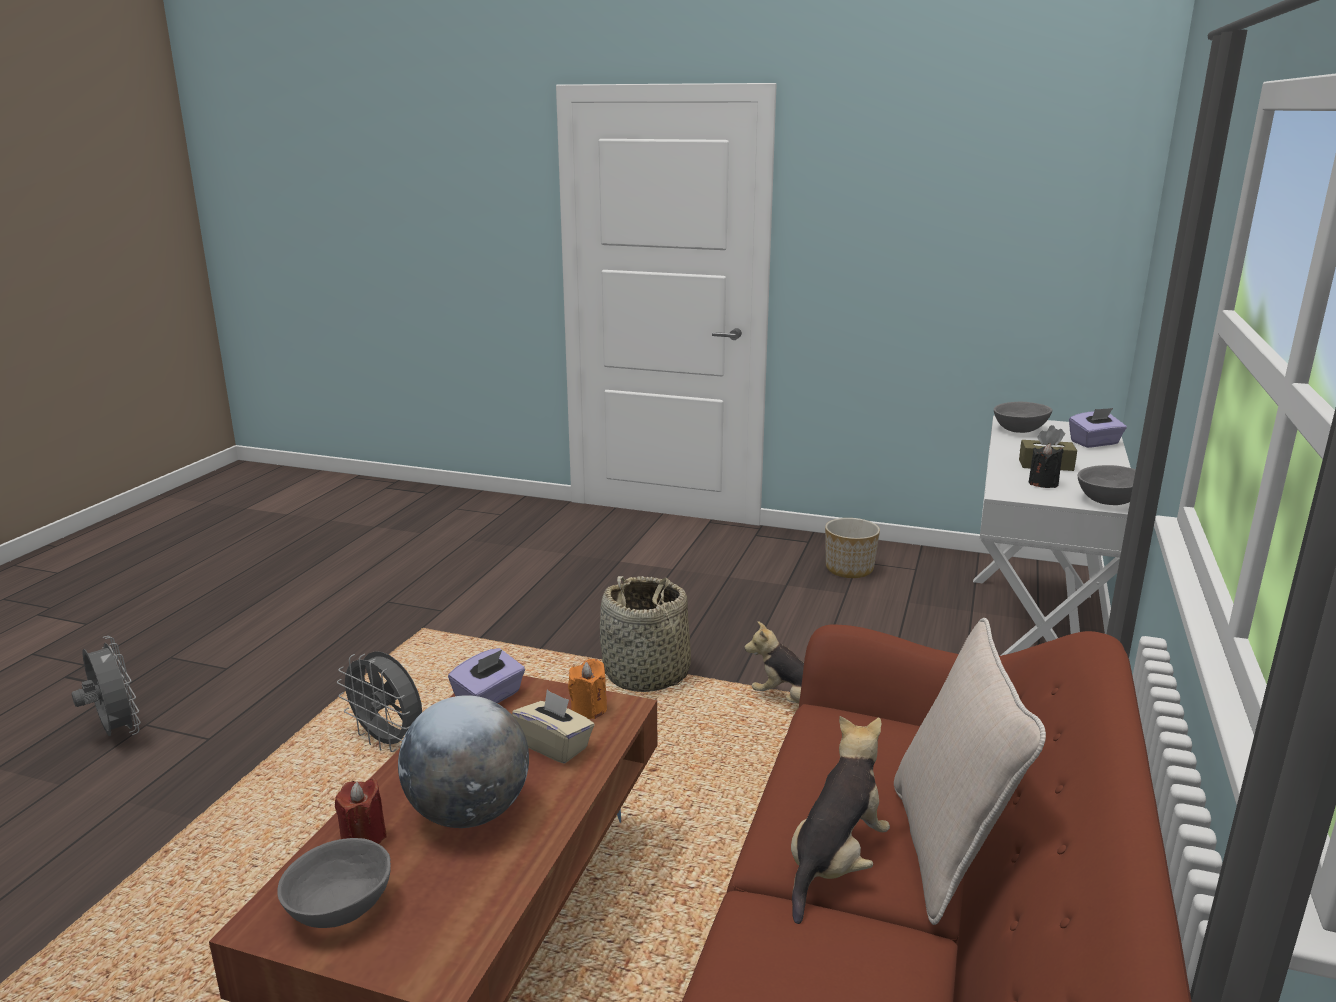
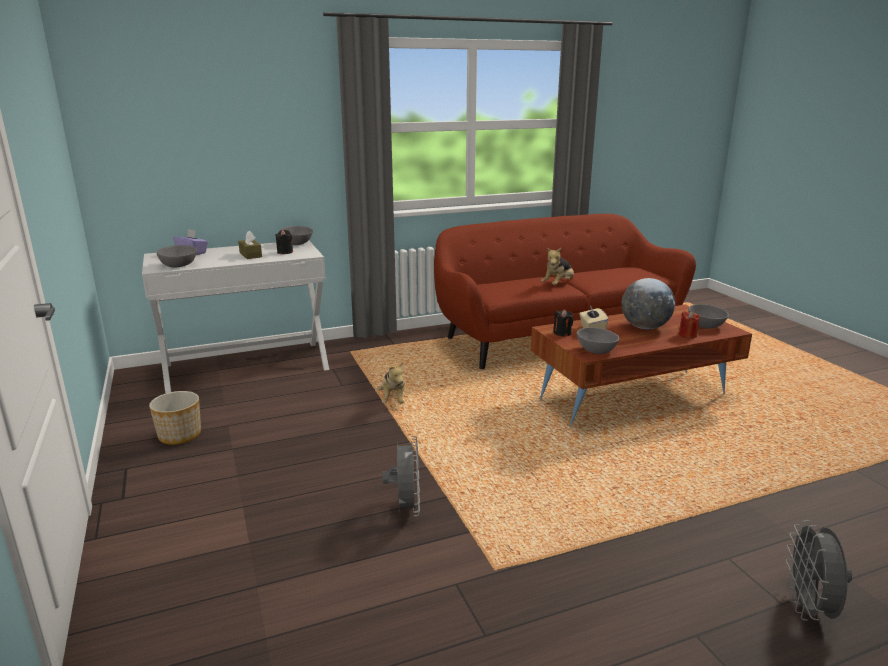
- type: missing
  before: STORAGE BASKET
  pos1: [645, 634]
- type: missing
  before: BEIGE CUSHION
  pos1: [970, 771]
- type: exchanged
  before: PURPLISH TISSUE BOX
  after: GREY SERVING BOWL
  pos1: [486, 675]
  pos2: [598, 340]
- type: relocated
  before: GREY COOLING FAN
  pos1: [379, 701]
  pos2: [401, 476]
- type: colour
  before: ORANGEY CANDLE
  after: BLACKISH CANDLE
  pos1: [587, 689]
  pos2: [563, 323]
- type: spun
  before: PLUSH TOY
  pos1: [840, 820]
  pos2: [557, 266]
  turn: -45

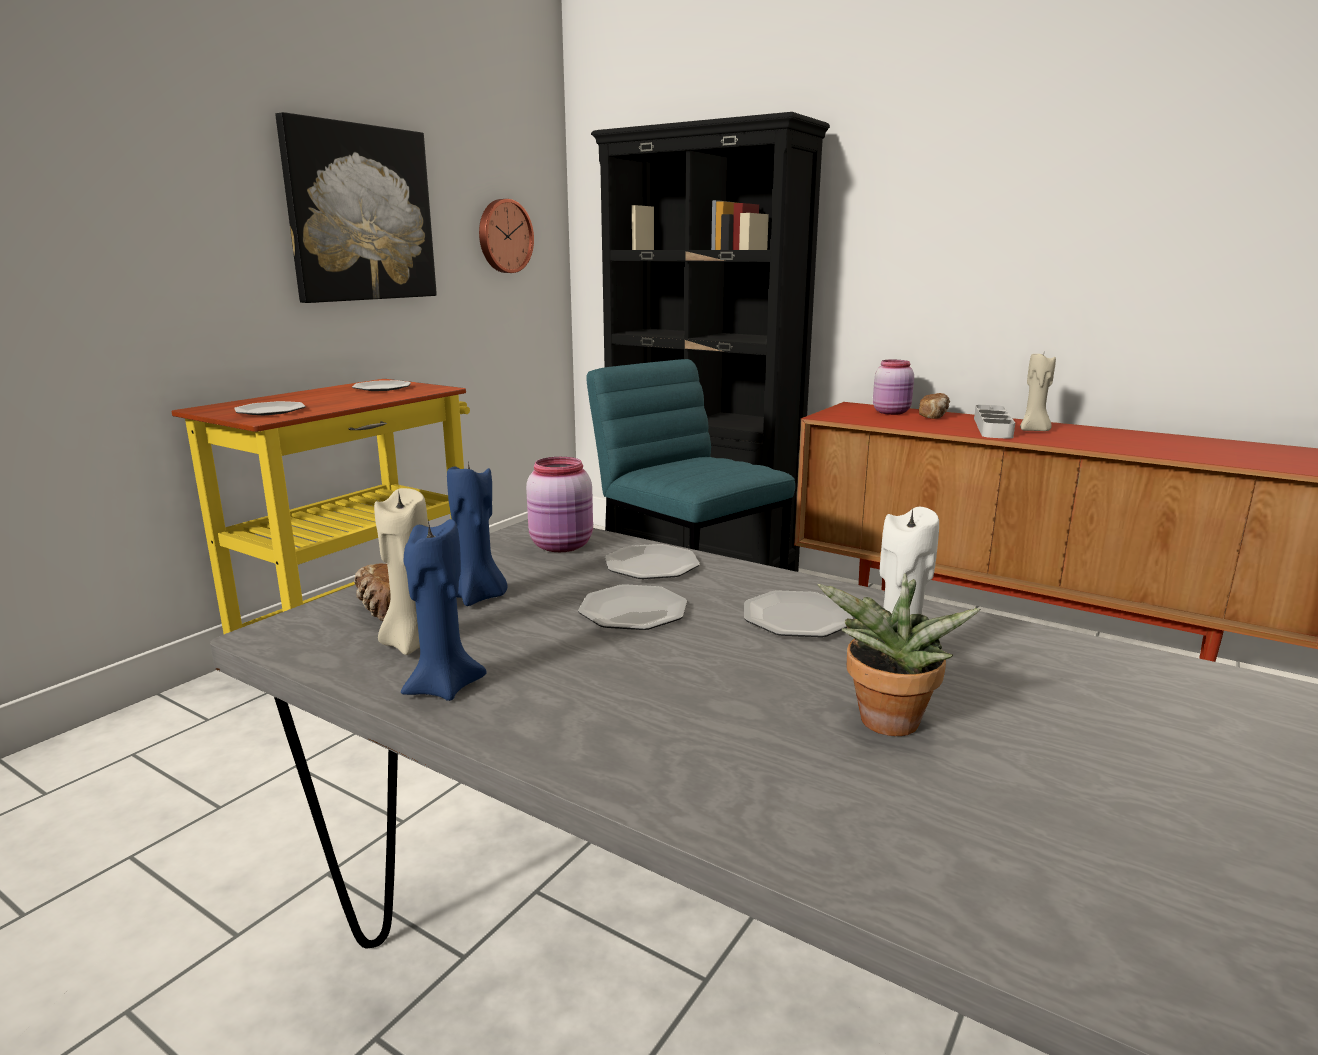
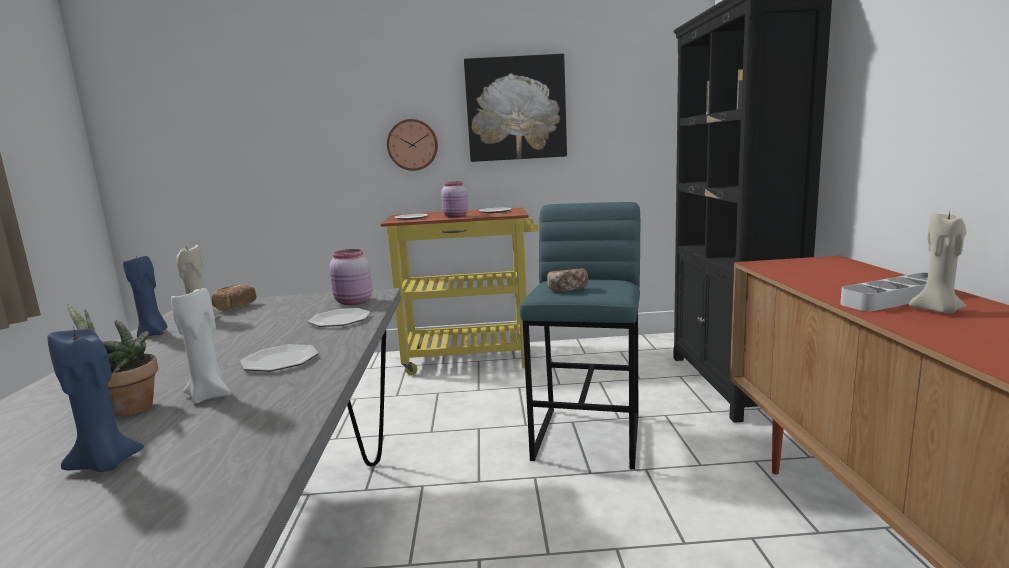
- type: relocated
  before: CLOCK ON THE WALL
  pos1: [506, 236]
  pos2: [412, 145]
- type: relocated
  before: PINKISH JAR
  pos1: [893, 387]
  pos2: [454, 199]
- type: relocated
  before: BAKED BREAD
  pos1: [934, 406]
  pos2: [567, 280]
- type: relocated
  before: BLUE CANDLE
  pos1: [477, 533]
  pos2: [95, 399]
- type: missing
  before: DINNER PLATE
  pos1: [632, 607]

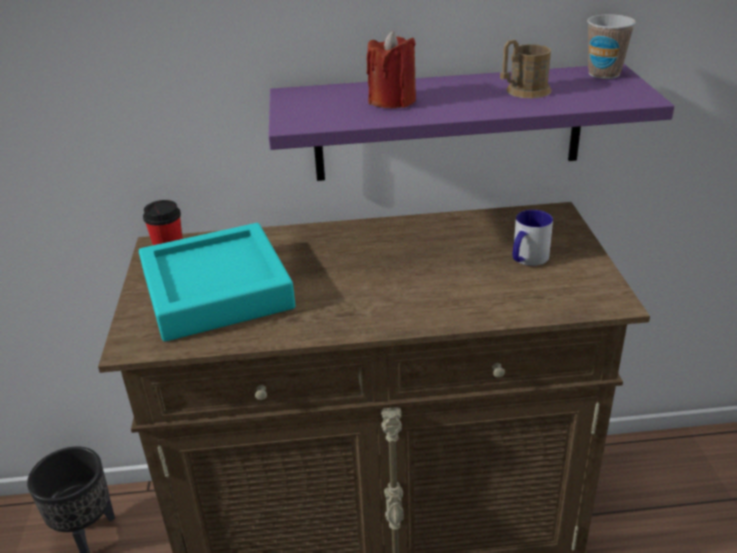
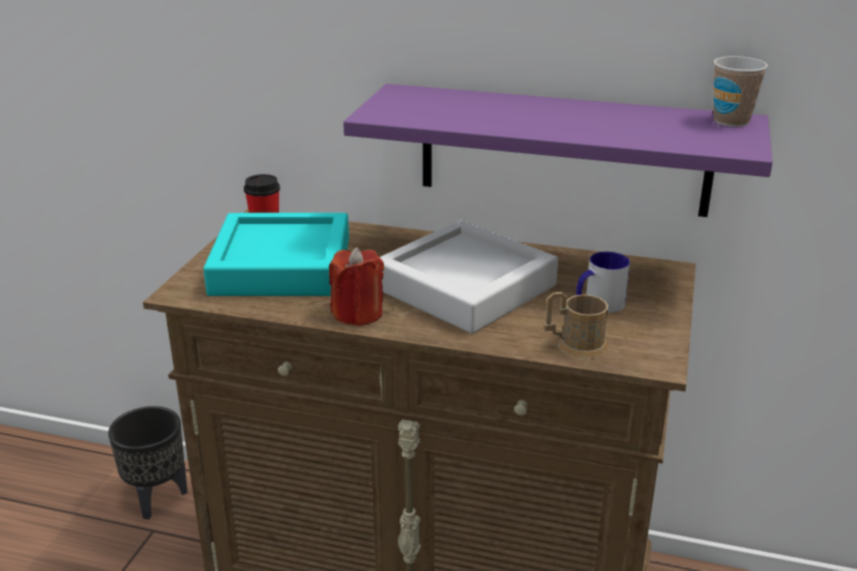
- type: relocated
  before: RED CANDLE
  pos1: [391, 69]
  pos2: [356, 286]
- type: relocated
  before: BROWN TEA MUG
  pos1: [525, 68]
  pos2: [576, 325]
- type: appeared
  after: GREY CARRYING TRAY
  pos2: [469, 277]

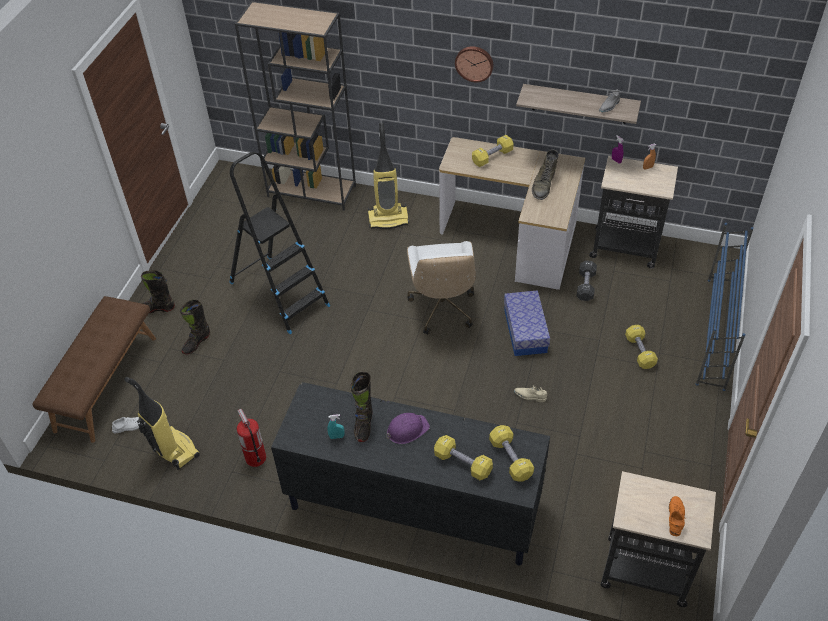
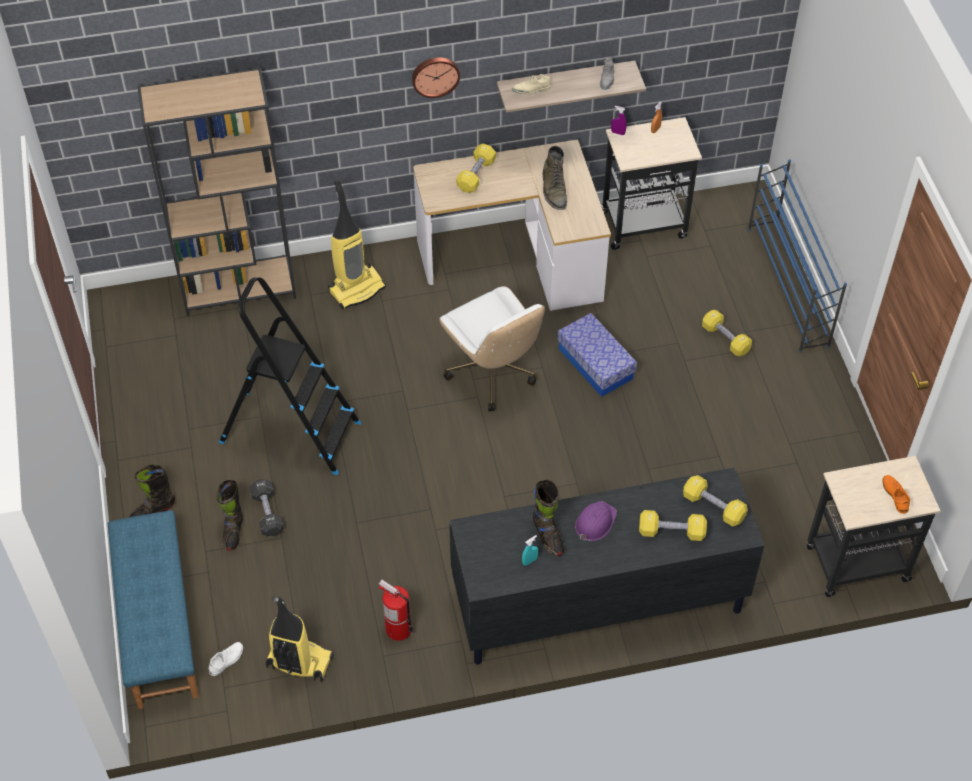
- type: relocated
  before: BLACKISH FREE WEIGHT
  pos1: [587, 281]
  pos2: [267, 508]
- type: colour
  before: BROWN INDOOR BENCH
  after: BLUE INDOOR BENCH
  pos1: [94, 369]
  pos2: [153, 609]
- type: relocated
  before: BEIGE SHOE
  pos1: [530, 394]
  pos2: [531, 84]

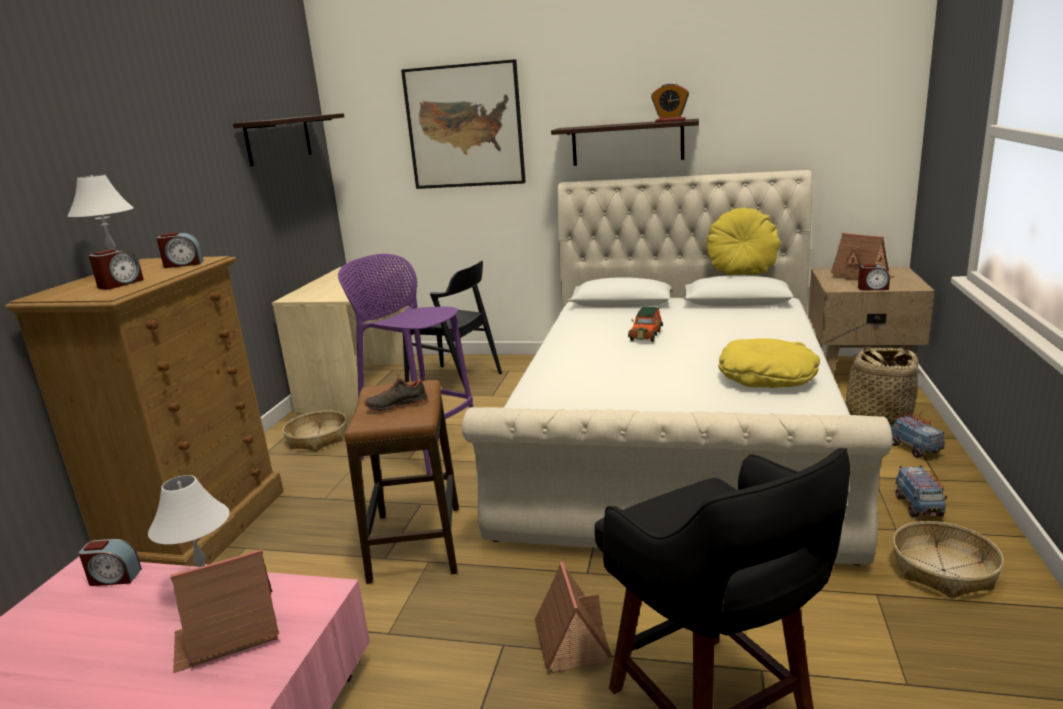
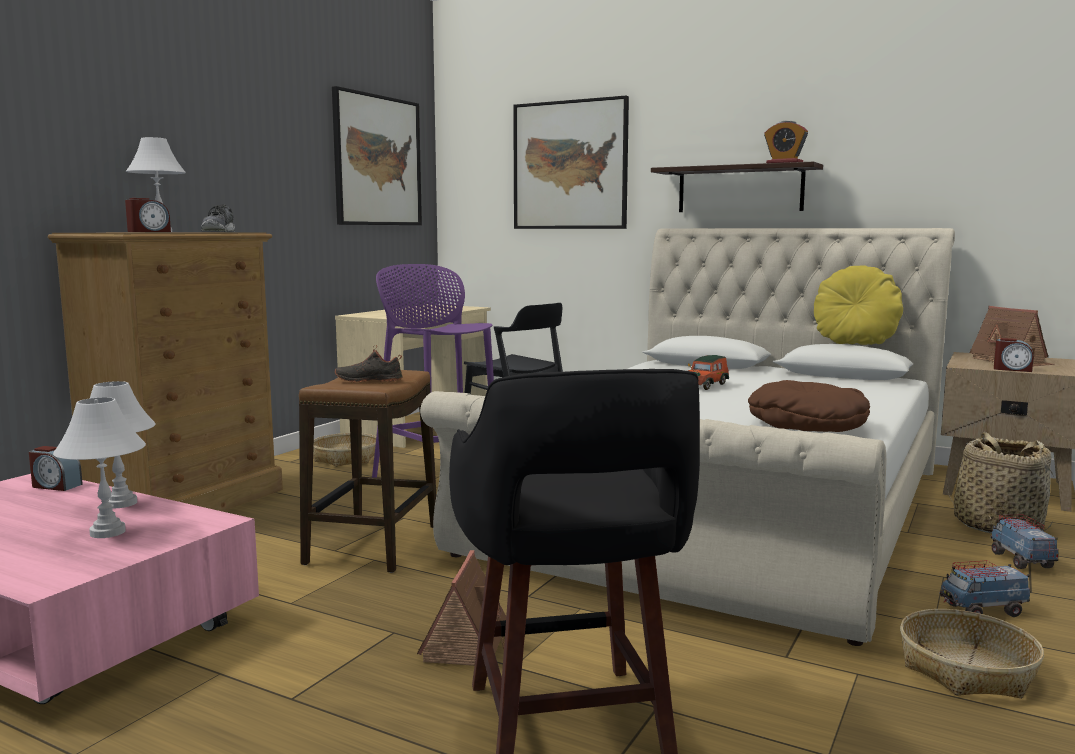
- type: exchanged
  before: SHELF
  after: WALL ART
  pos1: [288, 139]
  pos2: [377, 155]
- type: exchanged
  before: BEDSIDE CLOCK
  after: SHOE
  pos1: [180, 250]
  pos2: [218, 218]
- type: colour
  before: YELLOW-COLOURED CUSHION
  after: BROWN CUSHION
  pos1: [769, 363]
  pos2: [809, 406]
- type: spun
  before: MODEL TRUCK
  pos1: [921, 491]
  pos2: [985, 588]
  turn: 60
- type: exchanged
  before: TOY HOUSE
  after: WHITE-COLOURED TABLE LAMP
  pos1: [224, 611]
  pos2: [99, 467]

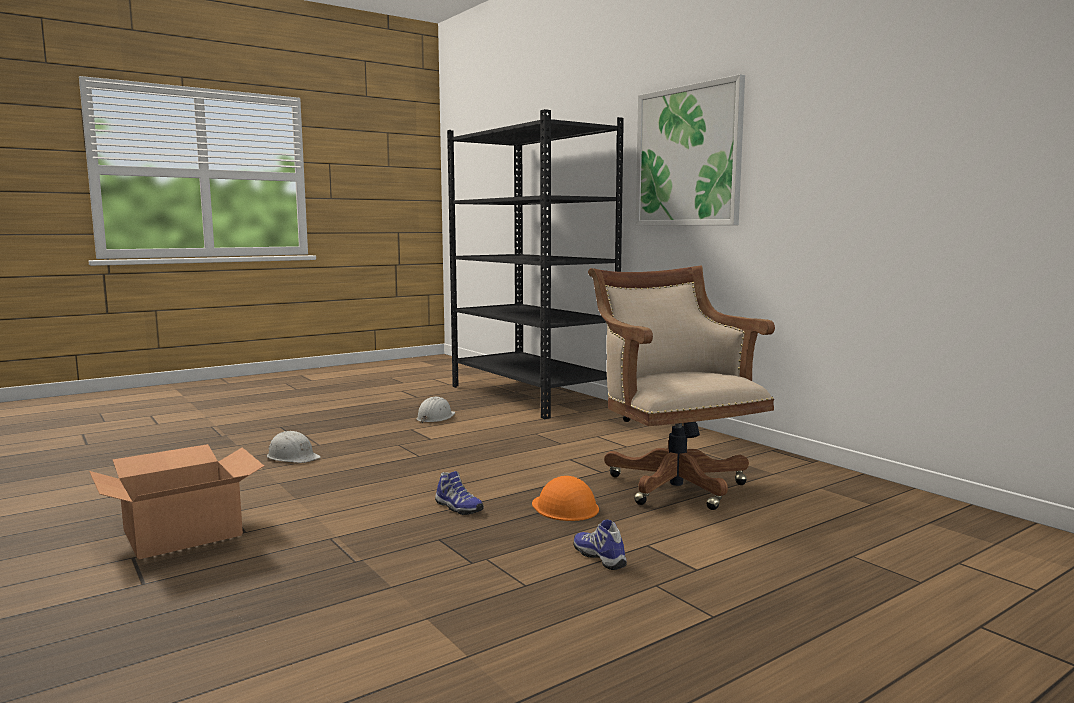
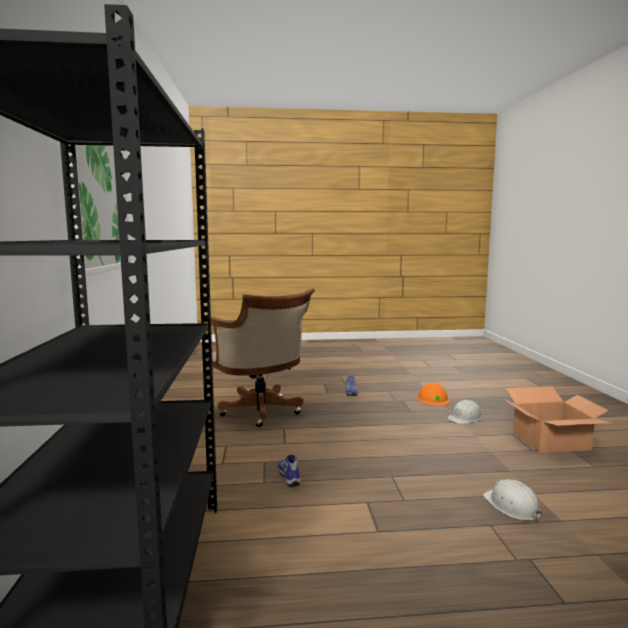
- type: spun
  before: OFFICE CHAIR
  pos1: [681, 387]
  pos2: [261, 357]
  turn: -45
- type: relocated
  before: WHITE-COLOURED WORK HELMET
  pos1: [435, 410]
  pos2: [464, 412]
- type: relocated
  before: SHOE
  pos1: [459, 493]
  pos2: [289, 471]
- type: relocated
  before: ORANGEY WORK HELMET
  pos1: [565, 498]
  pos2: [433, 394]

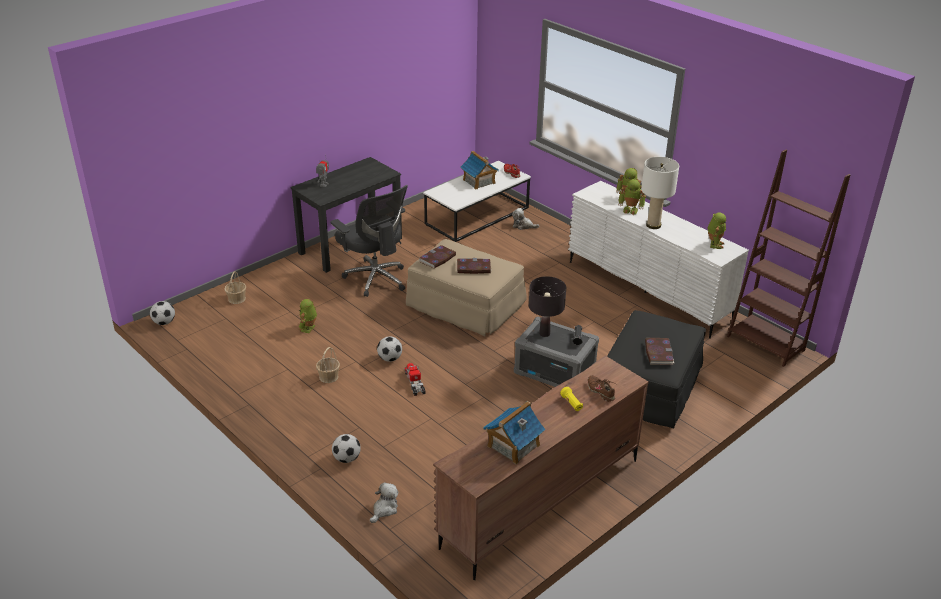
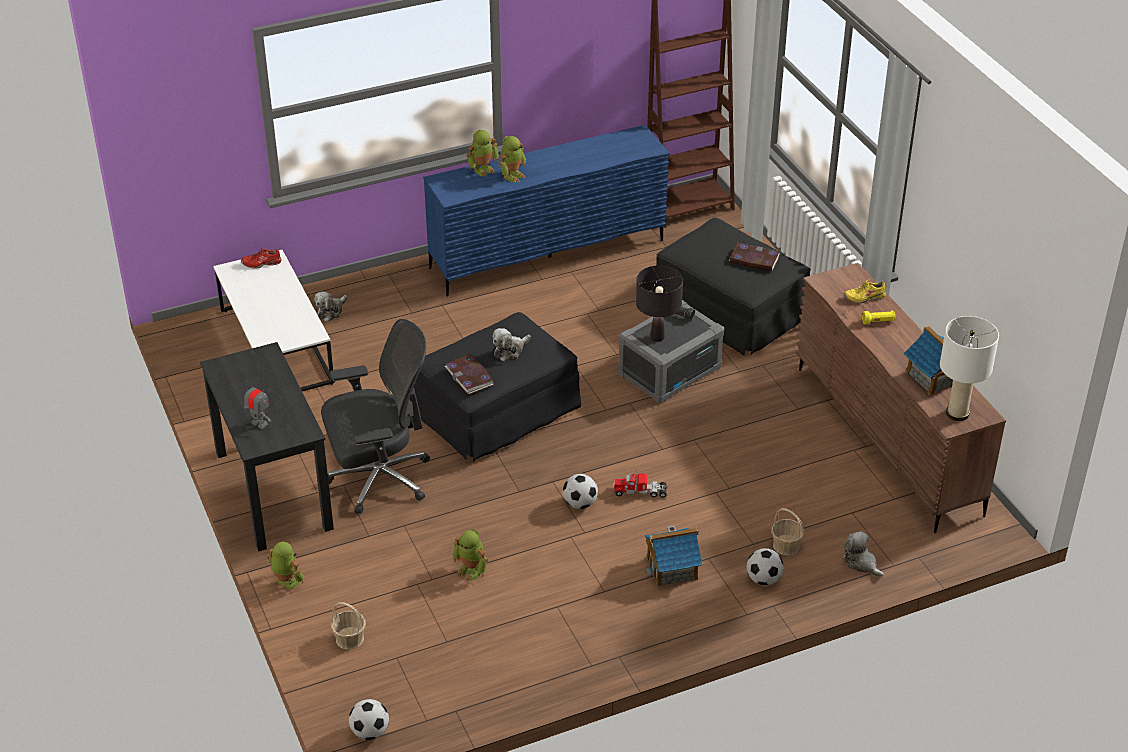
- type: relocated
  before: TOY HOUSE
  pos1: [479, 170]
  pos2: [673, 556]
- type: relocated
  before: WHITE-COLOURED TABLE LAMP
  pos1: [660, 193]
  pos2: [969, 368]
- type: colour
  before: WHITE-COLOURED DRESSER
  after: BLUE DRESSER
  pos1: [658, 260]
  pos2: [546, 210]
- type: relocated
  before: TOY ROBOT
  pos1: [716, 231]
  pos2: [285, 566]
- type: colour
  before: BEIGE OTTOMAN
  after: BLACKISH OTTOMAN
  pos1: [466, 288]
  pos2: [498, 387]
- type: exchanged
  before: VOLUME
  after: PLUSH TOY
  pos1: [473, 266]
  pos2: [512, 345]
- type: relocated
  before: STORAGE BASKET
  pos1: [328, 365]
  pos2: [788, 531]
- type: colour
  before: BROWN SHOE
  after: YELLOW-COLOURED SHOE
  pos1: [601, 388]
  pos2: [865, 291]

